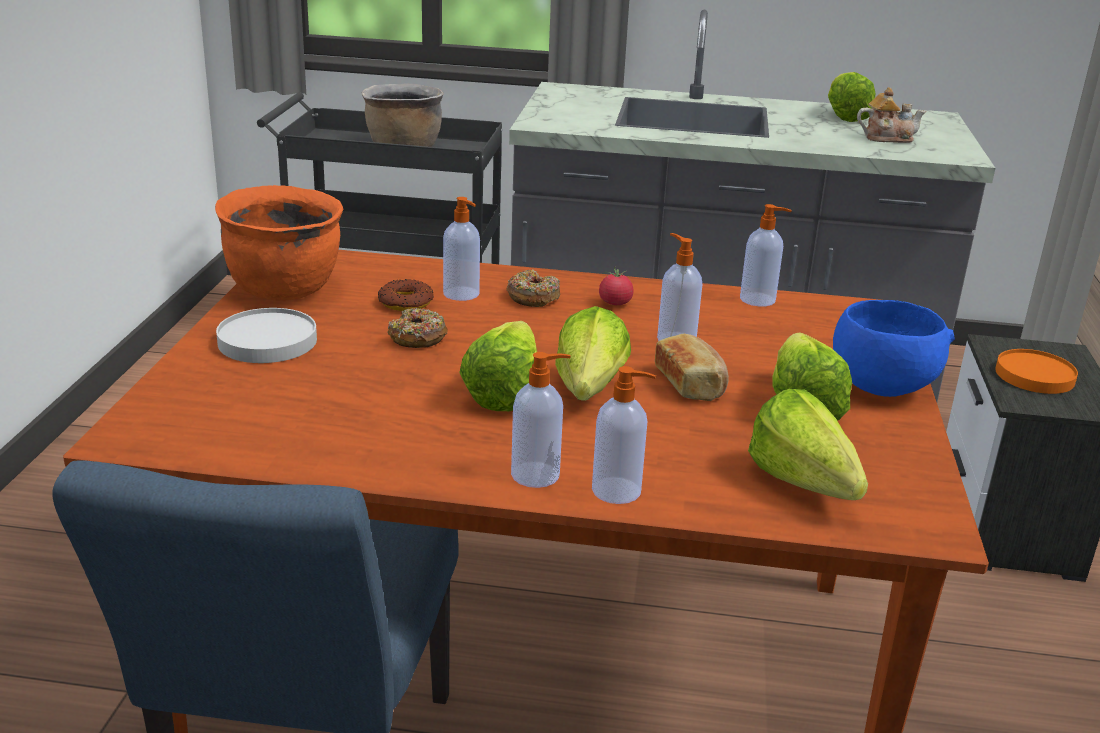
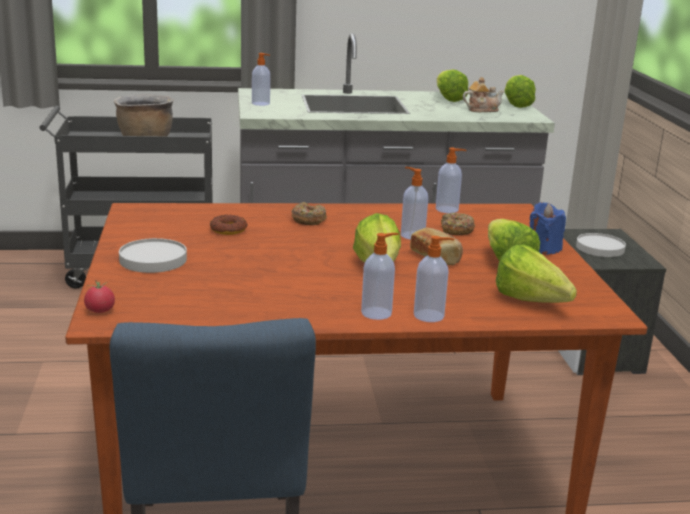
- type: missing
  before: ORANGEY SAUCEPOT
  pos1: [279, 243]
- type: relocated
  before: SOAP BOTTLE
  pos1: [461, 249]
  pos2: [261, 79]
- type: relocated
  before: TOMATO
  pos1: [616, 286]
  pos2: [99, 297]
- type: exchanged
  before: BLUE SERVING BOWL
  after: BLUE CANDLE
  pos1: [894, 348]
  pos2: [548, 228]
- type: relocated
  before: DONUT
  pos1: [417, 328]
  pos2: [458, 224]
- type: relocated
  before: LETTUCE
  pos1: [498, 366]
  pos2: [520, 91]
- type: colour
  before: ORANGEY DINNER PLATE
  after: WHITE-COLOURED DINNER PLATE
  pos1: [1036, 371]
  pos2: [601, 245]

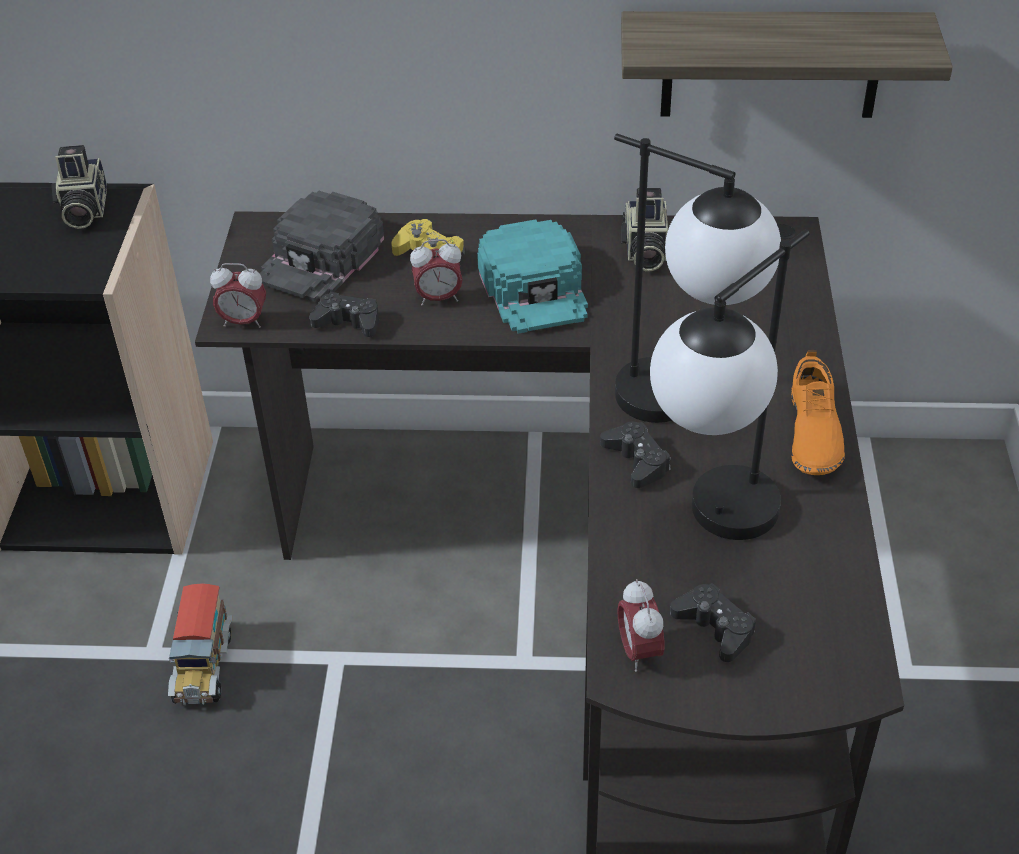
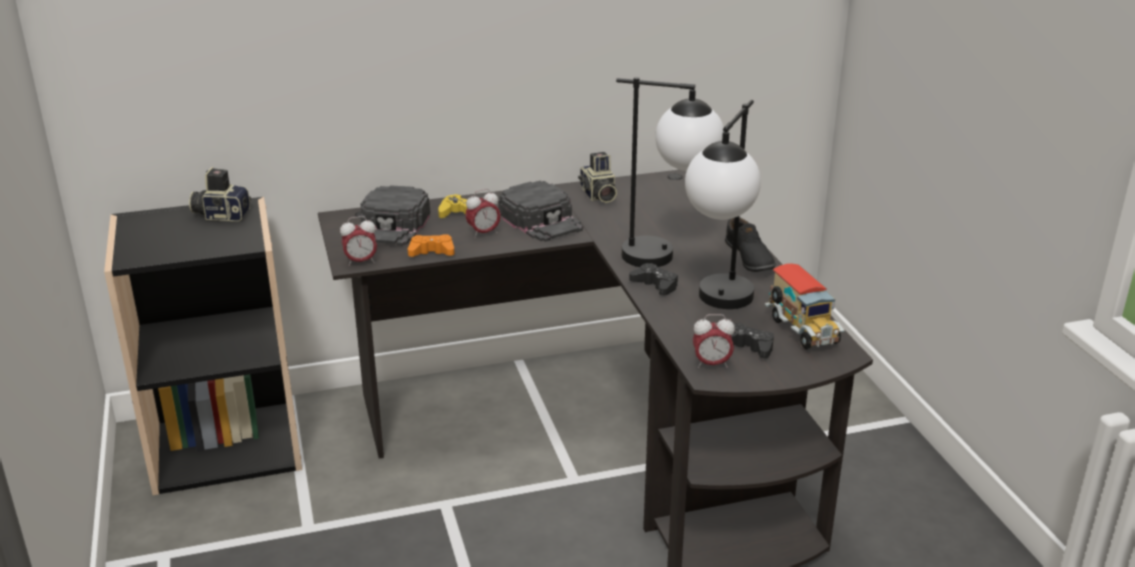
- type: missing
  before: SHELF
  pos1: [787, 64]
- type: spun
  before: PHOTO CAMERA
  pos1: [79, 187]
  pos2: [220, 194]
  turn: 120
- type: colour
  before: TURQUOISE CAP
  after: BLACKISH CAP
  pos1: [532, 277]
  pos2: [540, 211]
- type: colour
  before: BLACKISH GAME CONTROLLER
  after: ORANGEY GAME CONTROLLER
  pos1: [344, 314]
  pos2: [431, 245]
- type: colour
  before: ORANGEY SHOE
  after: BLACKISH SHOE
  pos1: [818, 412]
  pos2: [750, 244]
- type: spun
  before: BEDSIDE CLOCK
  pos1: [640, 625]
  pos2: [714, 341]
  turn: -60
- type: relocated
  before: MODEL TRUCK
  pos1: [200, 644]
  pos2: [805, 306]

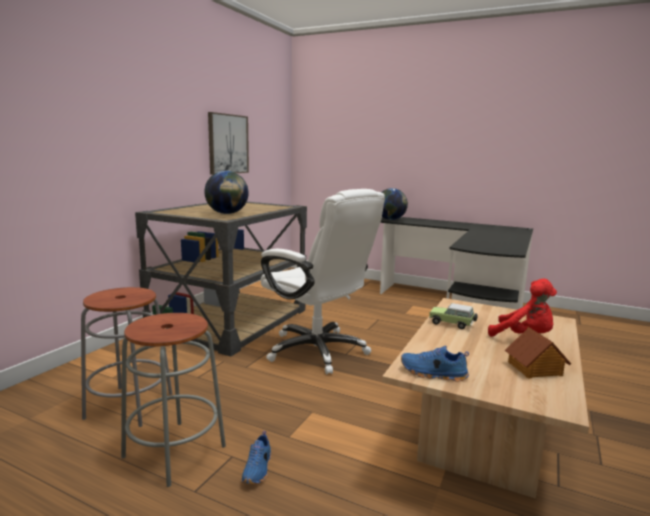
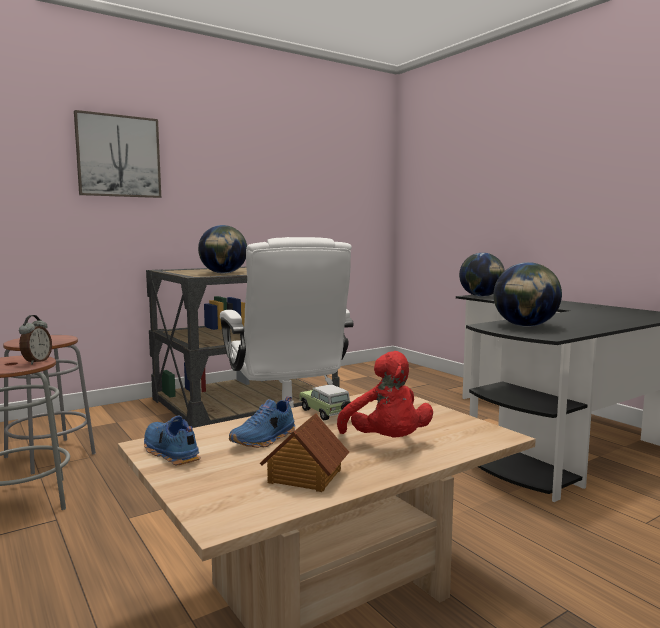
- type: relocated
  before: WALL ART
  pos1: [228, 143]
  pos2: [117, 154]
- type: relocated
  before: BLUE SHOE
  pos1: [256, 457]
  pos2: [262, 422]
- type: appeared
  after: WORLD GLOBE
  pos2: [528, 294]
- type: appeared
  after: BEDSIDE CLOCK
  pos2: [35, 340]

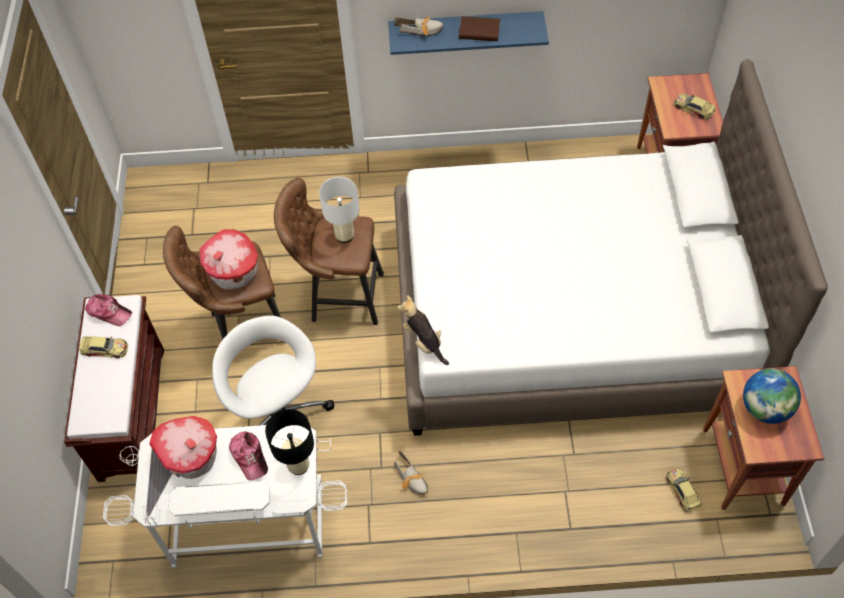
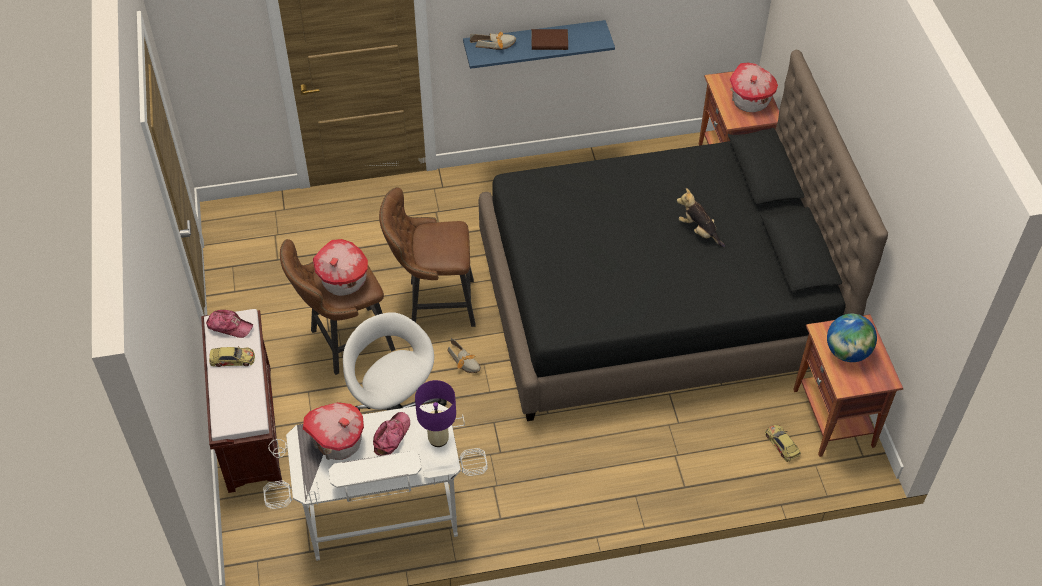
- type: colour
  before: WHITE-COLOURED SLEEPING BED
  after: BLACKISH SLEEPING BED
  pos1: [611, 247]
  pos2: [683, 235]
- type: exchanged
  before: MODEL CAR
  after: TOY HOUSE
  pos1: [694, 107]
  pos2: [753, 87]
- type: missing
  before: WHITE-COLOURED TABLE LAMP
  pos1: [339, 210]
- type: relocated
  before: PLUSH TOY
  pos1: [423, 330]
  pos2: [701, 217]
- type: colour
  before: BLACKISH TABLE LAMP
  after: PURPLISH TABLE LAMP
  pos1: [289, 442]
  pos2: [435, 413]
- type: spun
  before: CAP
  pos1: [248, 456]
  pos2: [391, 434]
  turn: -120
- type: relocated
  before: SHOE
  pos1: [411, 472]
  pos2: [464, 355]

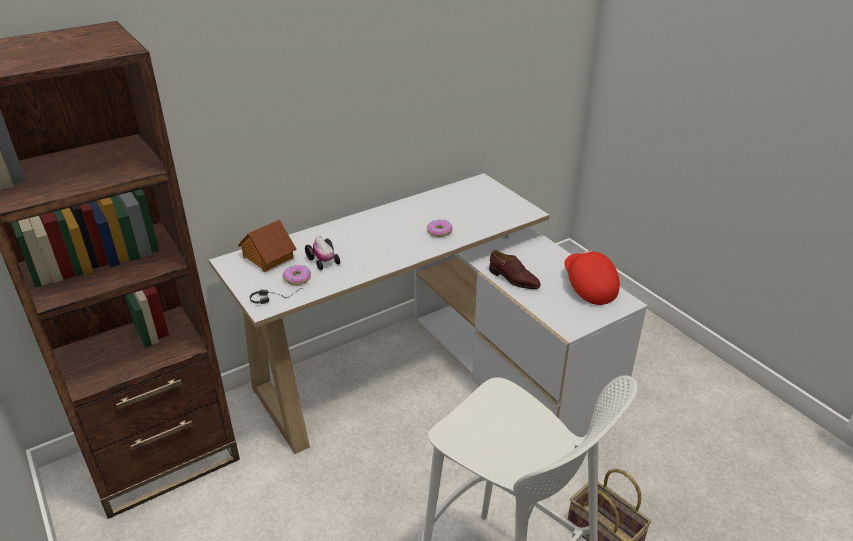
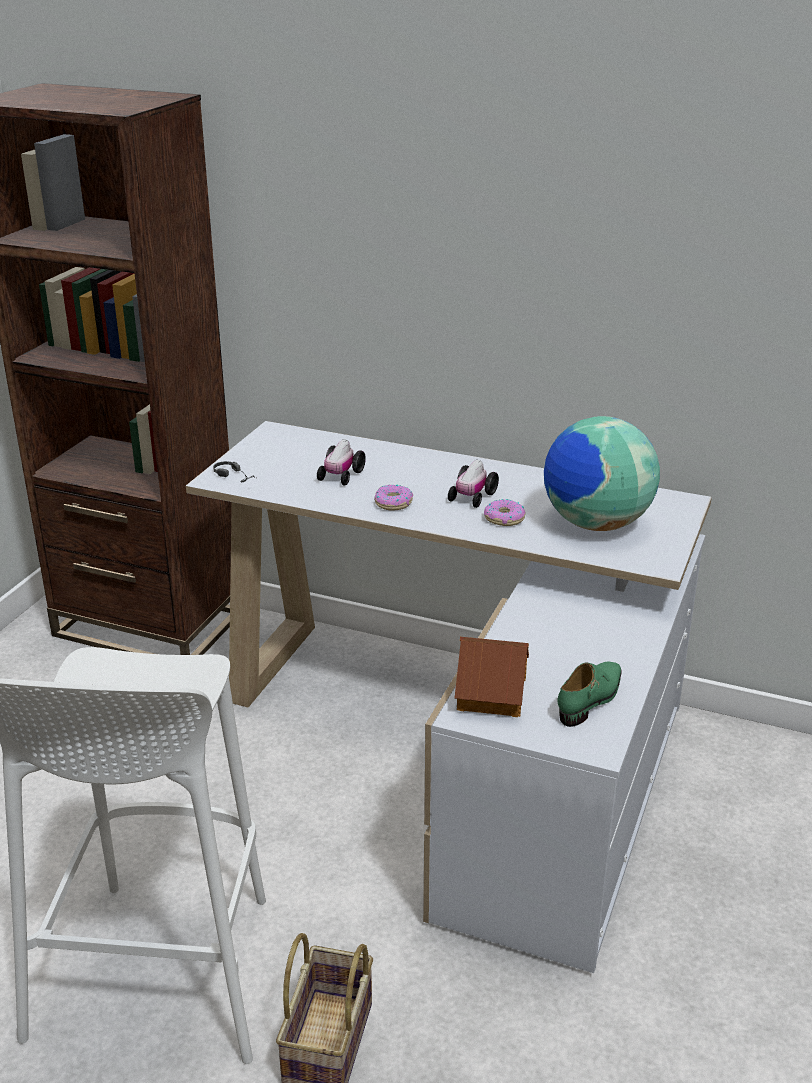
- type: relocated
  before: TOY HOUSE
  pos1: [267, 245]
  pos2: [492, 677]
- type: missing
  before: BROWN SHOE
  pos1: [515, 269]
- type: exchanged
  before: RED CAP
  after: GREENISH SHOE
  pos1: [592, 277]
  pos2: [590, 694]
- type: relocated
  before: DONUT
  pos1: [297, 275]
  pos2: [393, 498]
- type: appeared
  after: WORLD GLOBE
  pos2: [602, 473]
- type: appeared
  after: MODEL CAR
  pos2: [473, 484]

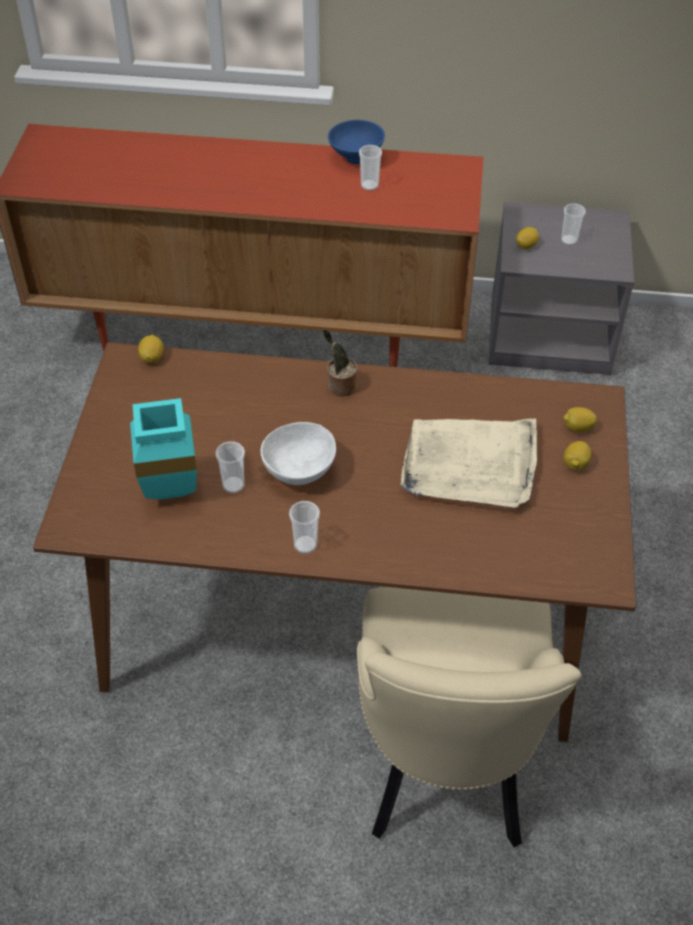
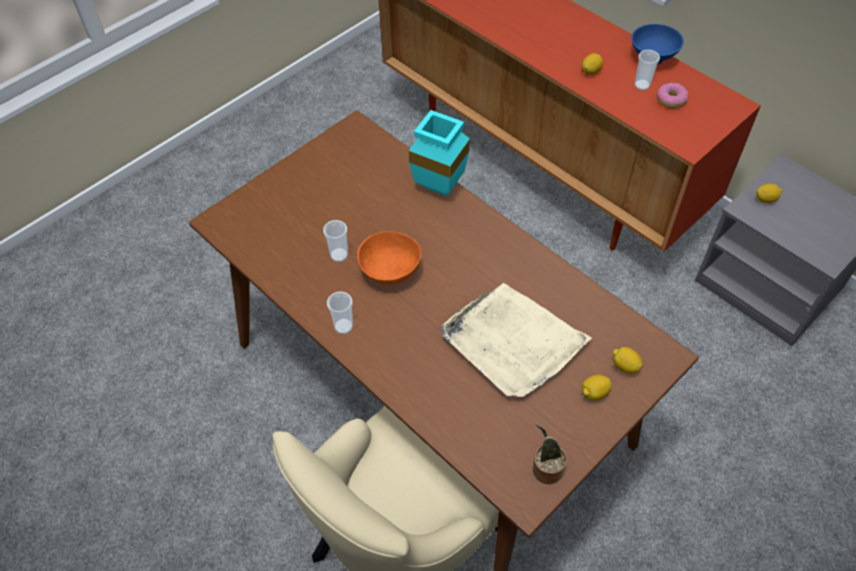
- type: missing
  before: SMALL CUP
  pos1: [573, 224]
- type: relocated
  before: HOUSEPLANT
  pos1: [339, 362]
  pos2: [550, 454]
- type: relocated
  before: WHOLE LEMON
  pos1: [150, 349]
  pos2: [592, 64]
- type: relocated
  before: TURQUOISE VASE
  pos1: [163, 449]
  pos2: [439, 152]
- type: colour
  before: WHITE-COLOURED SERVING BOWL
  after: ORANGEY SERVING BOWL
  pos1: [298, 453]
  pos2: [389, 258]
- type: appeared
  after: DONUT
  pos2: [673, 95]

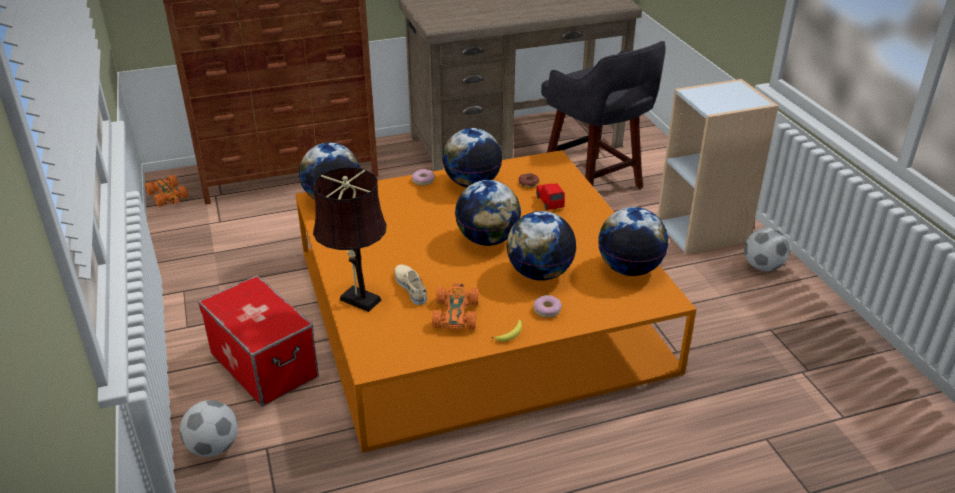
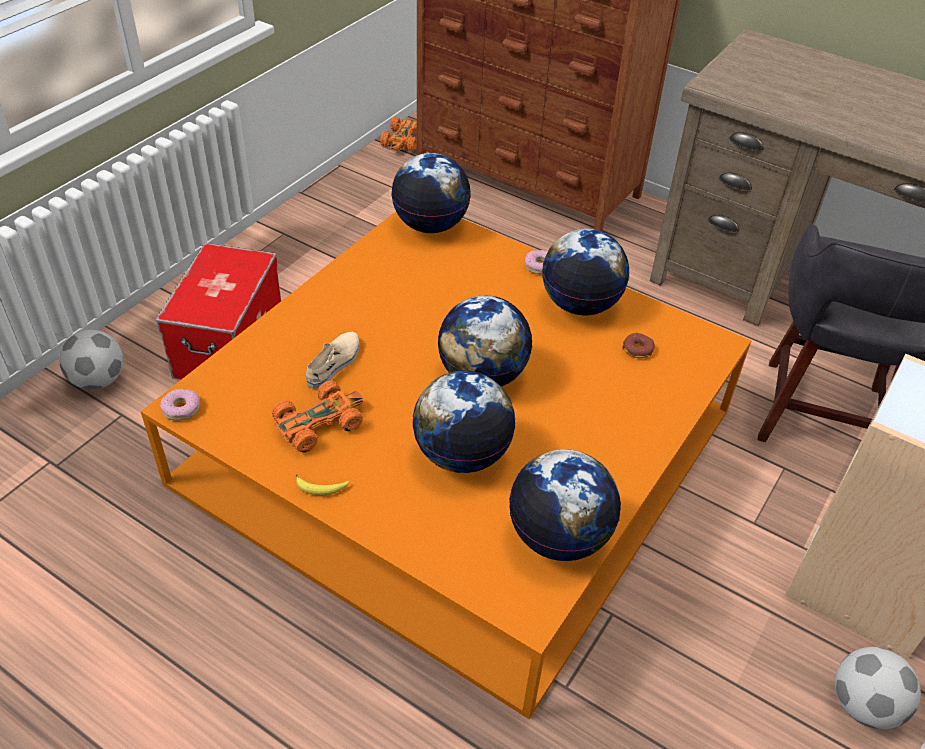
- type: missing
  before: BROWN TABLE LAMP
  pos1: [350, 239]
- type: missing
  before: RED MODEL CAR
  pos1: [550, 196]
- type: relocated
  before: DONUT
  pos1: [547, 306]
  pos2: [180, 405]

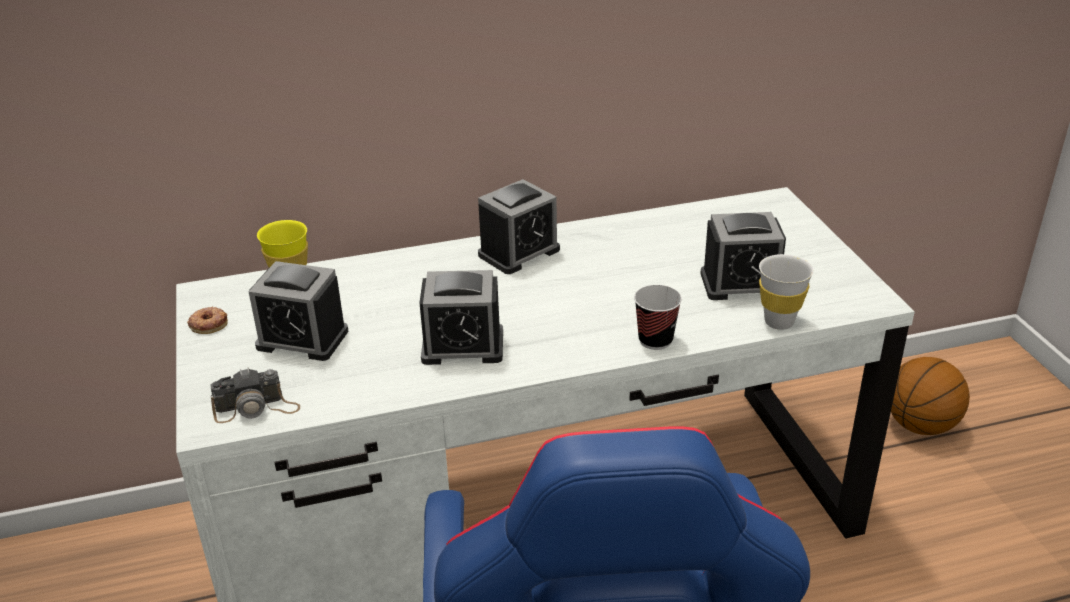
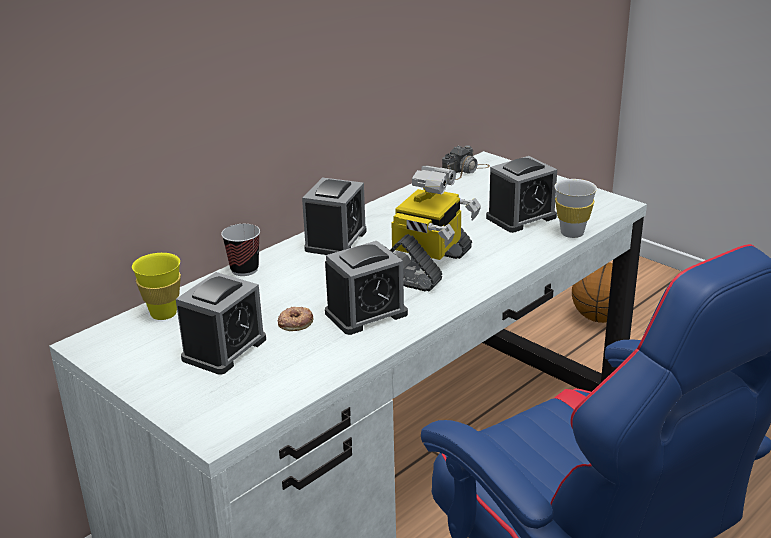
- type: spun
  before: BEDSIDE CLOCK
  pos1: [299, 311]
  pos2: [221, 323]
  turn: -45
- type: relocated
  before: SMALL CUP
  pos1: [658, 317]
  pos2: [240, 250]
- type: relocated
  before: DONUT
  pos1: [207, 320]
  pos2: [295, 318]
- type: relocated
  before: PHOTO CAMERA
  pos1: [255, 395]
  pos2: [466, 162]
- type: appeared
  after: TOY ROBOT
  pos2: [435, 229]

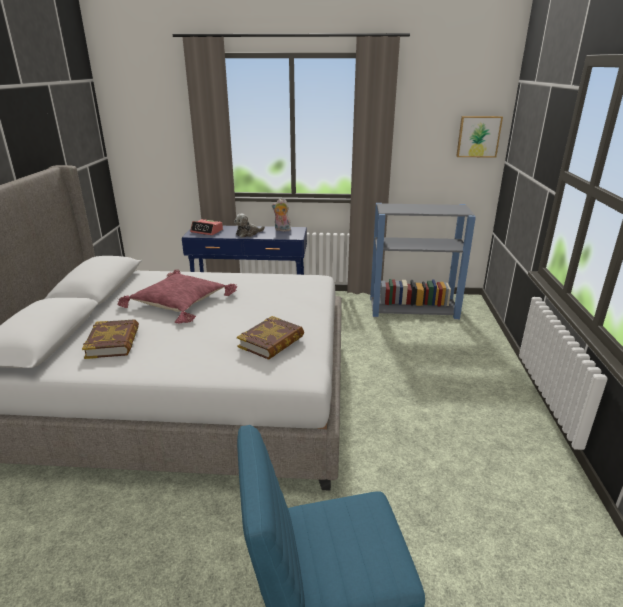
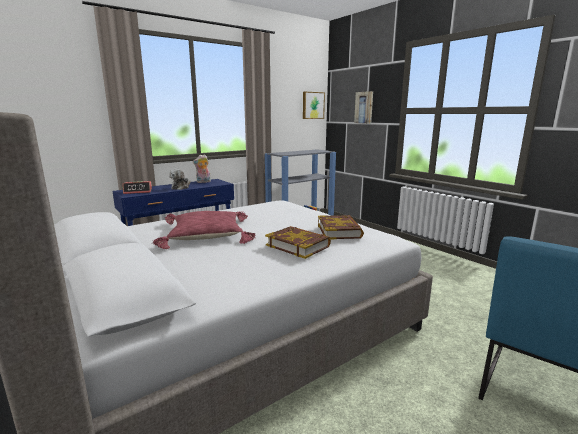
- type: relocated
  before: VOLUME
  pos1: [110, 339]
  pos2: [298, 242]
- type: appeared
  after: WALL ART
  pos2: [363, 107]

